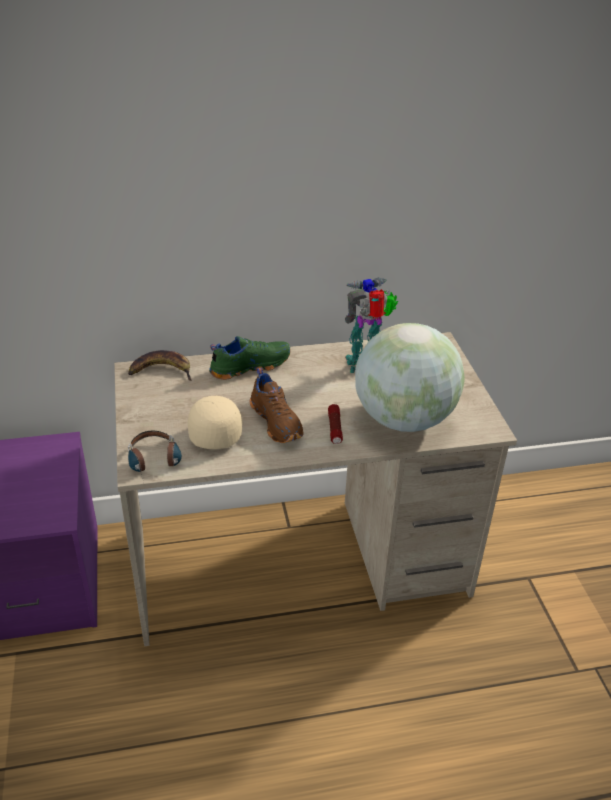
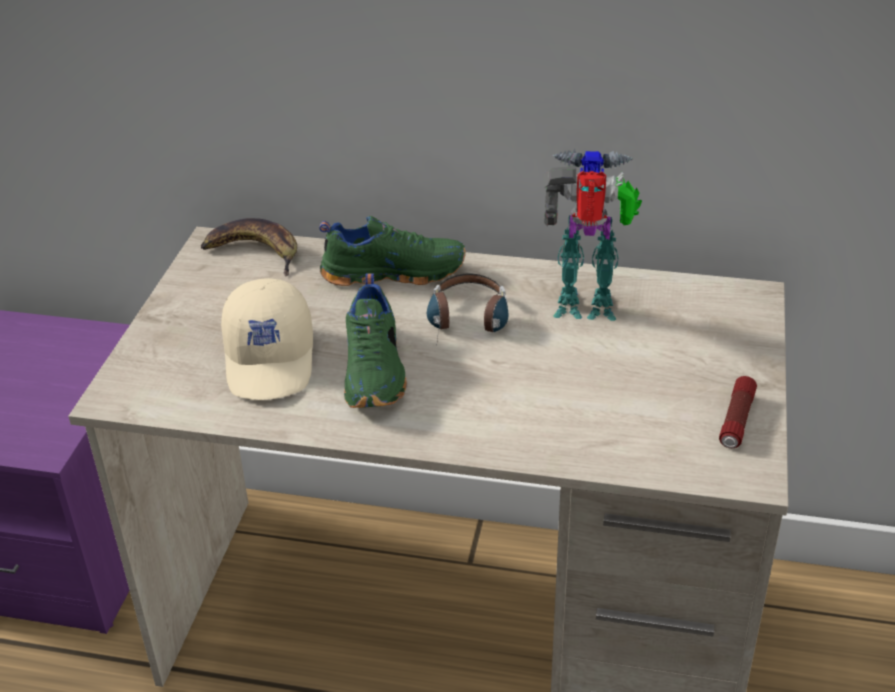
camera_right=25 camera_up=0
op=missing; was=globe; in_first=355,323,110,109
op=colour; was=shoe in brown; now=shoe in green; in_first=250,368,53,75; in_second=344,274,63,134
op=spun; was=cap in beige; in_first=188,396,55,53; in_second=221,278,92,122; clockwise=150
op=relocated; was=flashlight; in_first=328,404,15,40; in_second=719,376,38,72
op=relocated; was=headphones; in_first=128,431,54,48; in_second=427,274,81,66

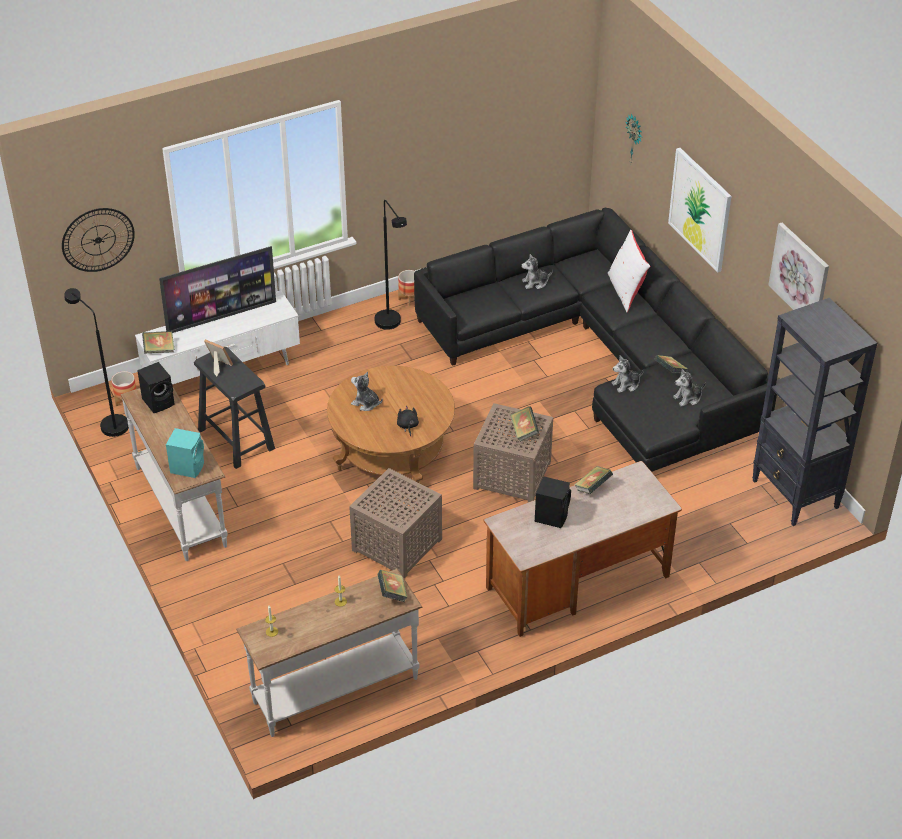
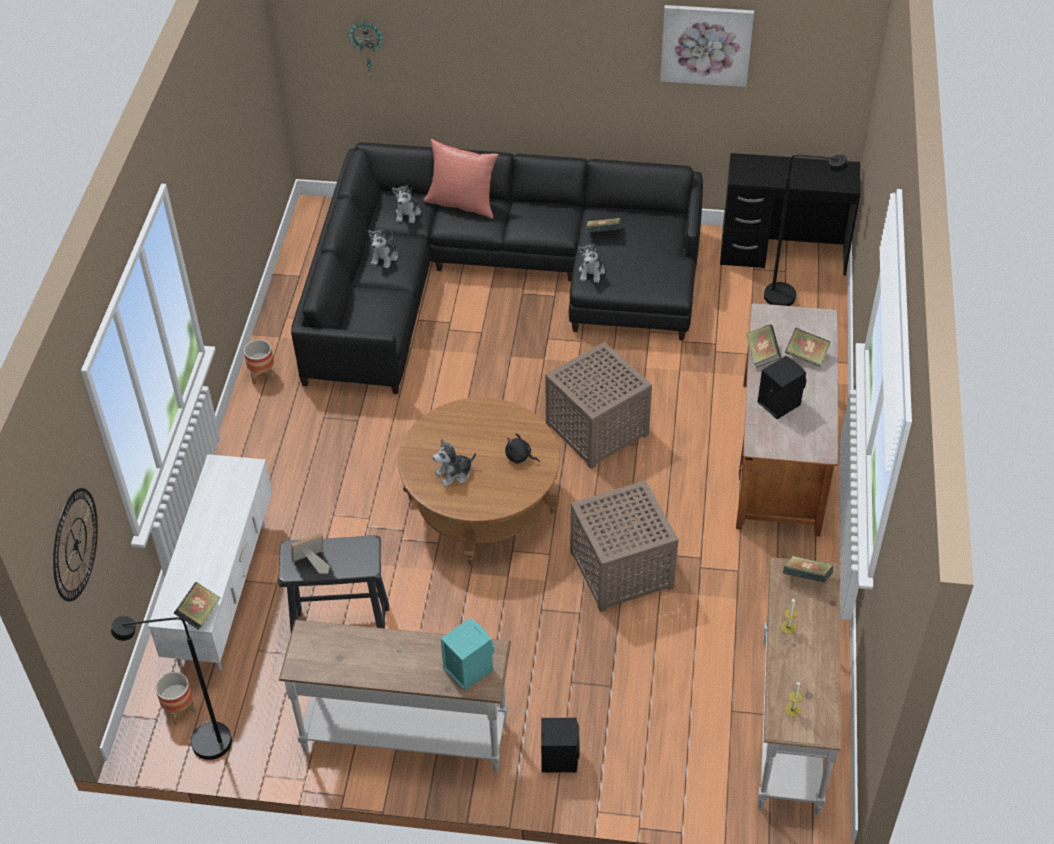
camera_right=-55 camera_up=5
op=missing; was=picture; in_first=668,148,63,125
op=relocated; was=floor lamp in black; in_first=375,200,32,130; in_second=764,155,84,151
op=colour; was=pillow in white; now=pillow in red; in_first=608,230,42,82; in_second=423,139,76,80
op=missing; was=television; in_first=159,246,117,87
op=exchanged; was=bookcase in black; now=desk in black; in_first=752,298,125,228; in_second=720,153,141,123
op=relocated; was=speaker in black; in_first=137,362,38,51; in_second=541,718,38,54
op=relocated; was=plush toy; in_first=673,369,33,38; in_second=392,185,29,38
op=relocated; was=book; in_first=511,406,28,36; in_second=785,328,46,39

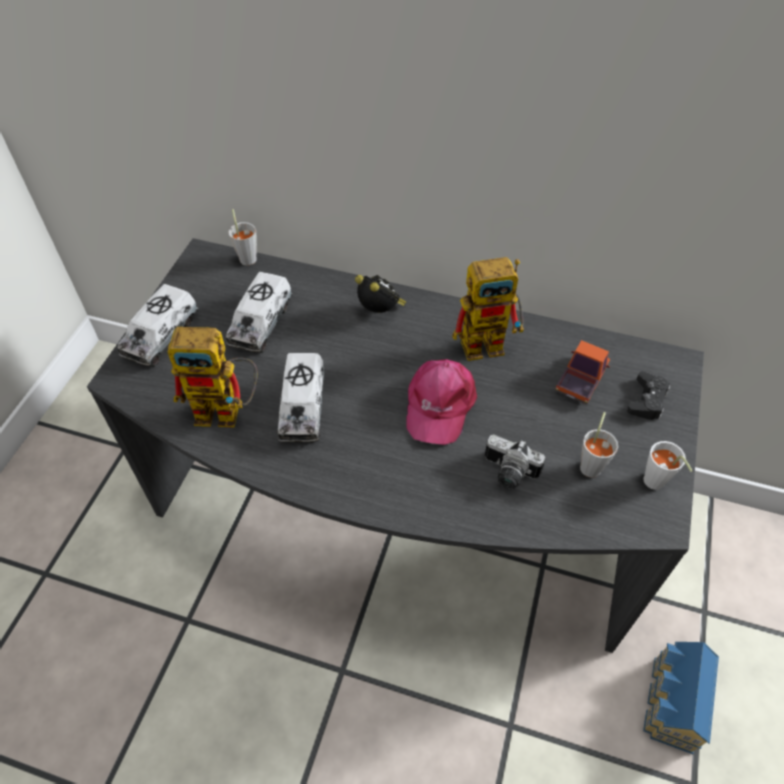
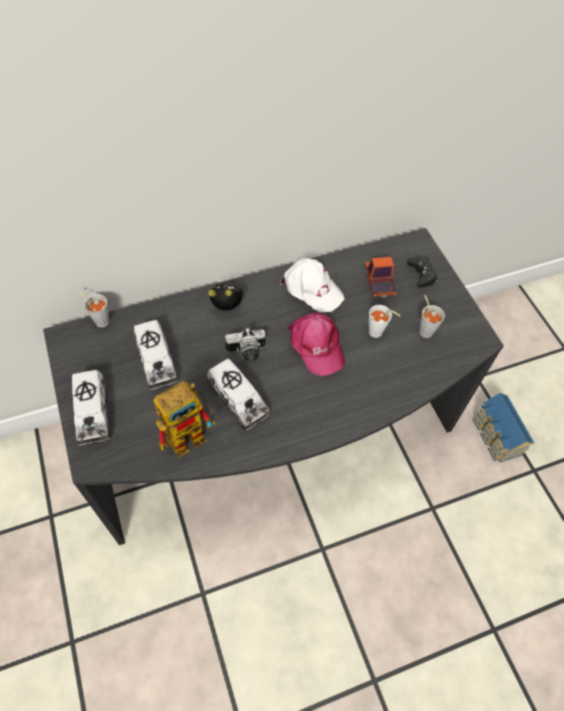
camera_right=-40 camera_up=5
op=exchanged; was=toy robot; now=cap in white; in_first=452,257,72,104; in_second=280,258,64,55
op=relocated; was=photo camera; in_first=485,434,60,56; in_second=225,328,40,34
op=relocated; was=cup in white; in_first=643,441,50,49; in_second=369,305,32,33

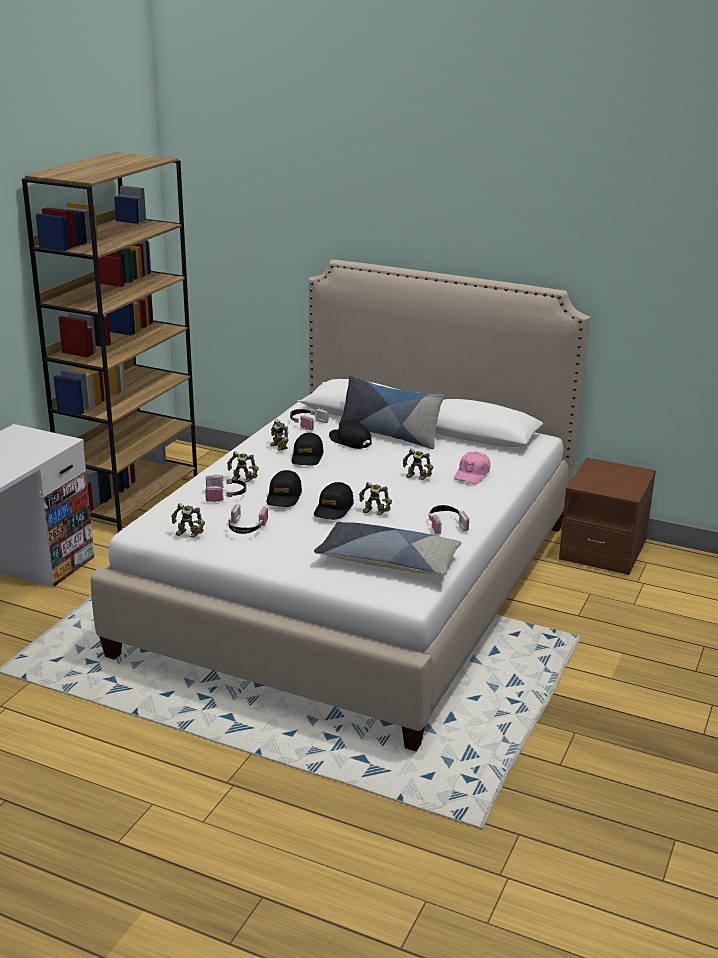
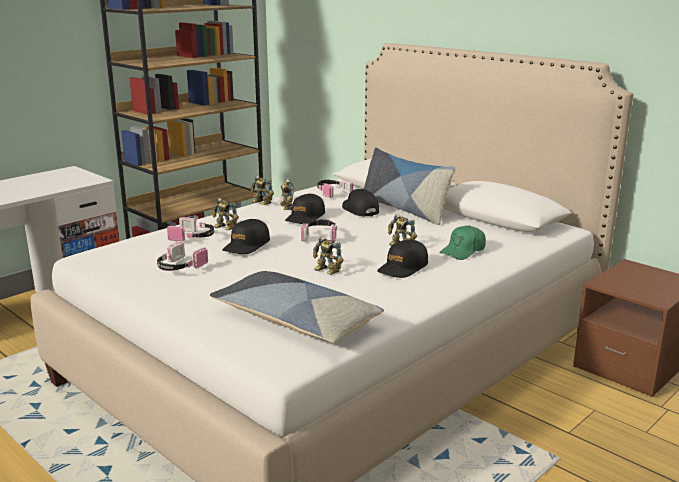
camera_right=20 camera_up=-5
op=colour; was=cap in pink; now=cap in green; in_first=454,452,36,32; in_second=439,225,47,35
op=relocated; was=cap in black; in_first=314,482,40,38; in_second=377,240,51,38
op=relocated; was=toy robot; in_first=171,503,34,35; in_second=251,176,23,29
op=relocated; was=headphones; in_first=428,505,41,30; in_second=301,219,36,23

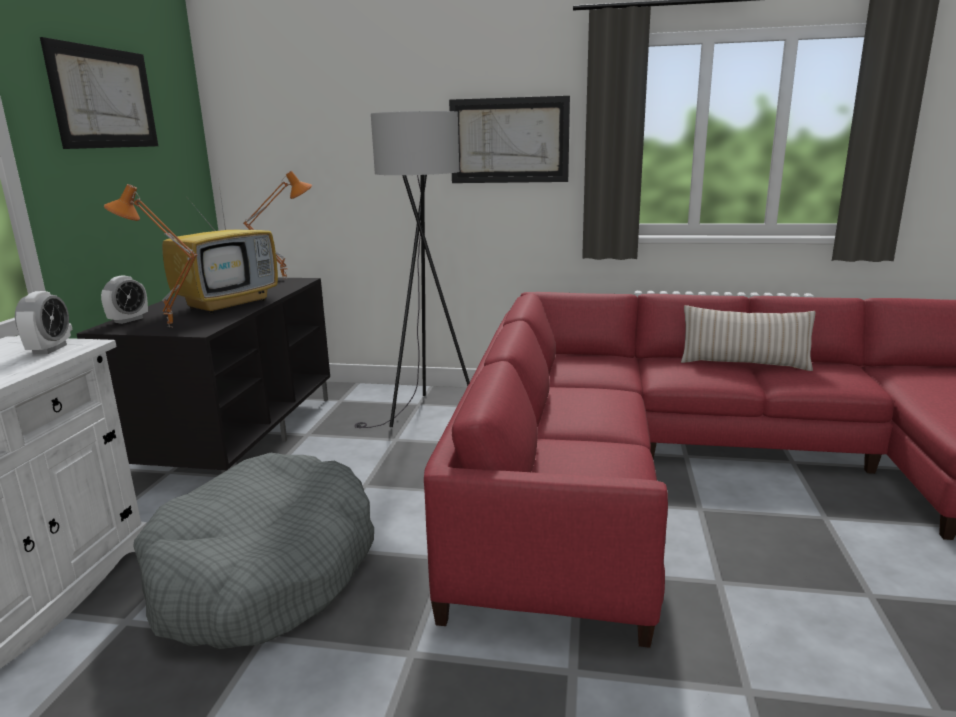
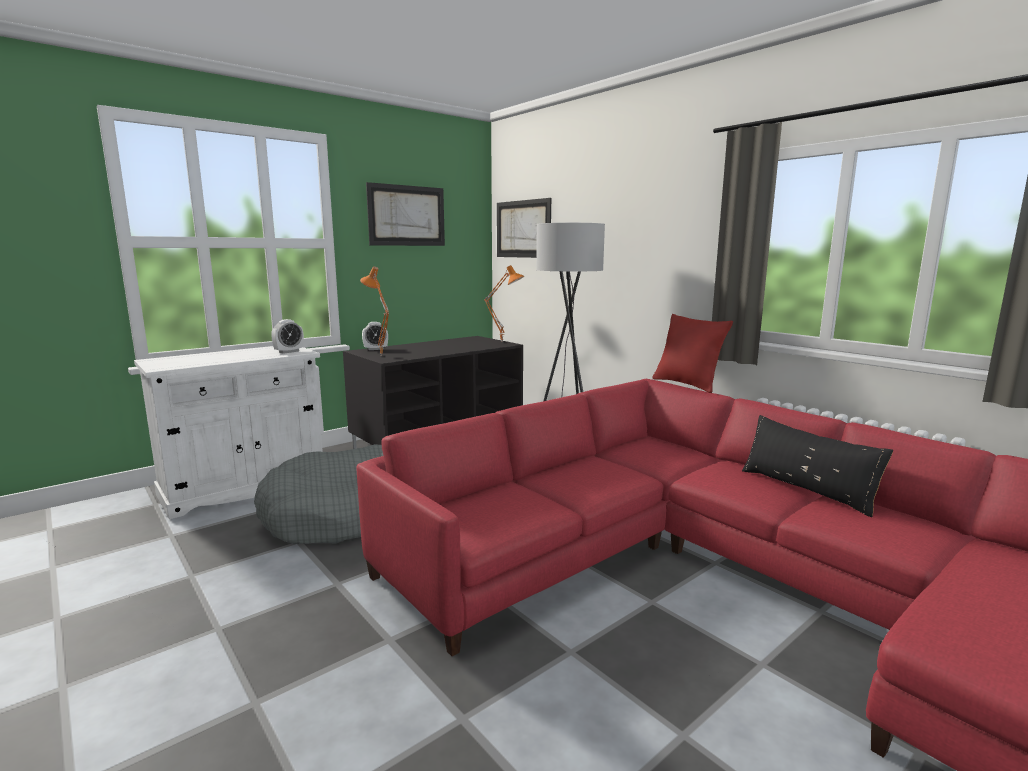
camera_right=40 camera_up=-5
op=relocated; was=picture; in_first=449,96,121,87; in_second=497,198,54,60
op=missing; was=television; in_first=162,186,116,127
op=colour; was=pillow in beige; now=pillow in black; in_first=681,305,135,66; in_second=742,415,151,102
op=appeared; now=pillow in red; in_second=652,314,81,79

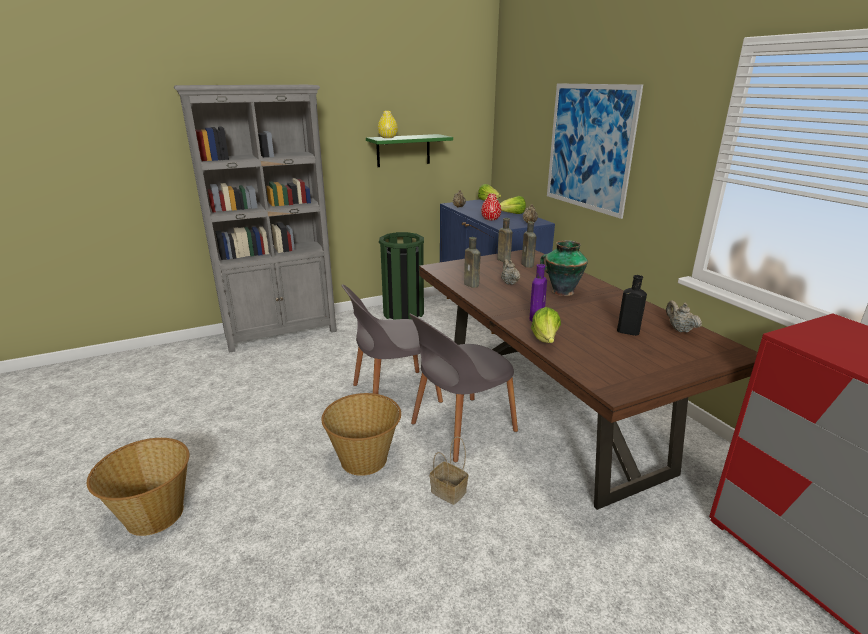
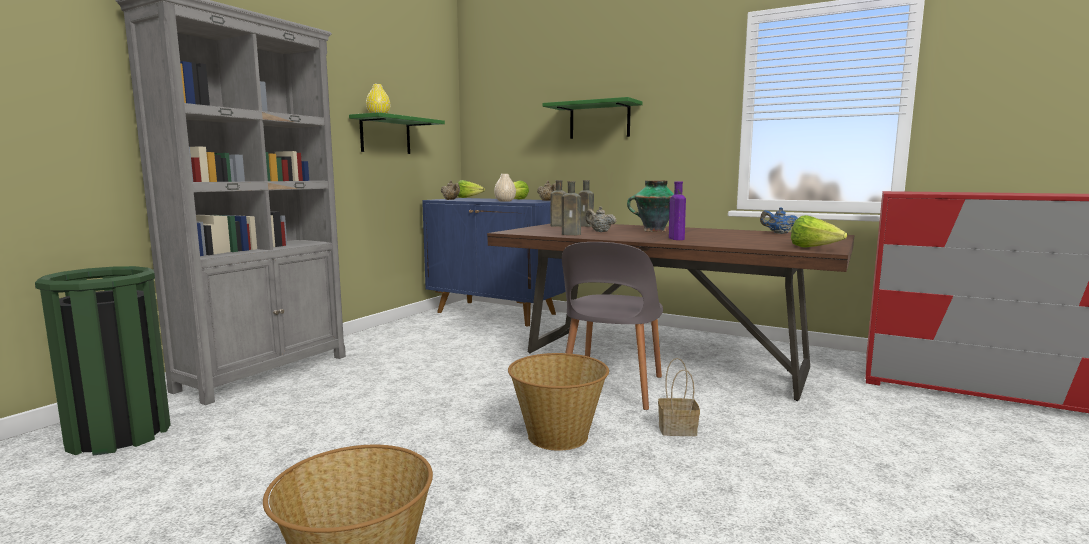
camera_right=-35 camera_up=-15
op=exchanged; was=picture; now=shelf in green; in_first=547,83,96,136; in_second=542,97,101,42
op=colour; was=vase in red; now=vase in beige; in_first=481,193,20,28; in_second=494,174,22,28
op=relocated; was=trash can in green; in_first=379,232,45,88; in_second=35,266,136,190
op=missing; was=bottle in black; in_first=617,275,30,61
op=missing; was=chair in grey; in_first=341,284,102,119
op=colour; was=teapot in beige; now=teapot in blue; in_first=666,300,36,33; in_second=760,207,38,27
op=relocated; was=lettuce; in_first=531,307,30,36; in_second=791,215,56,33

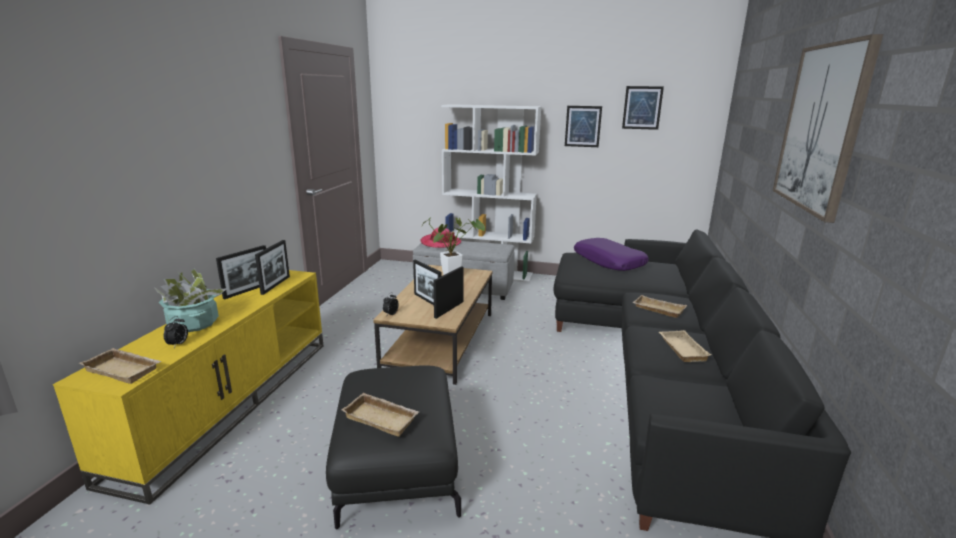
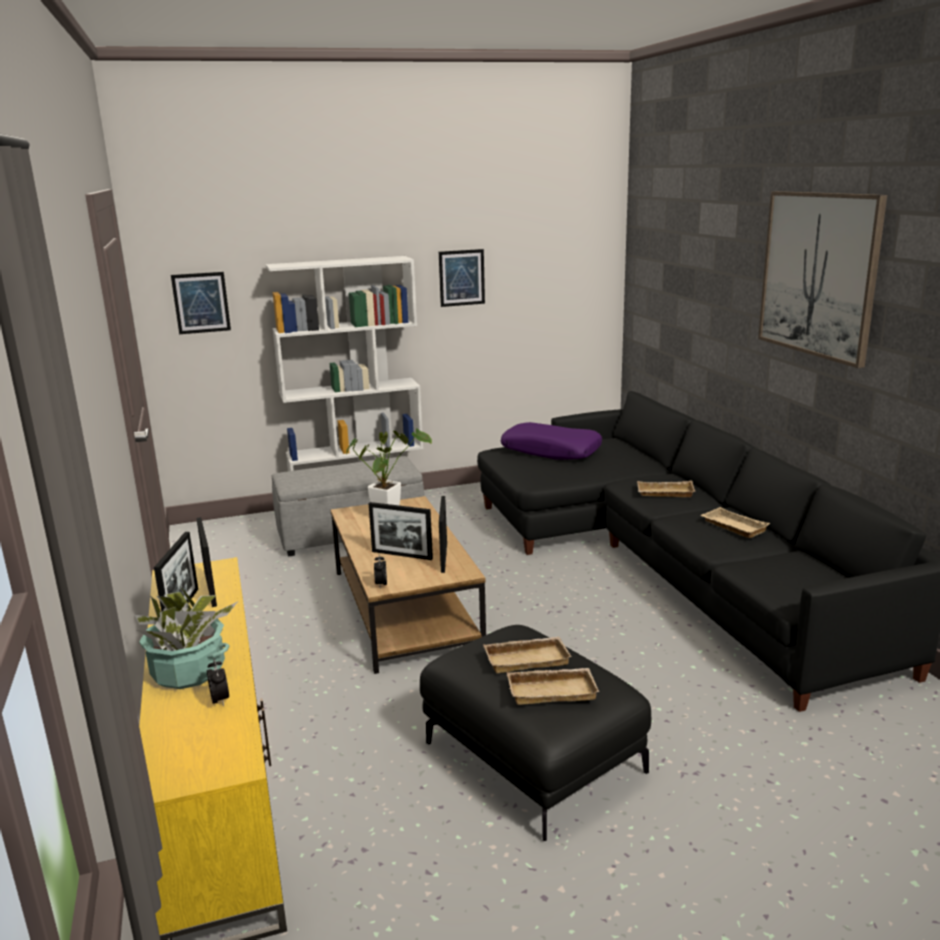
camera_right=-30 camera_up=0
op=relocated; was=picture; in_first=622,86,42,44; in_second=171,272,60,62
op=missing; was=hat; in_first=421,228,40,20
op=relocated; was=tray in beige; in_first=79,348,83,36; in_second=483,636,89,37

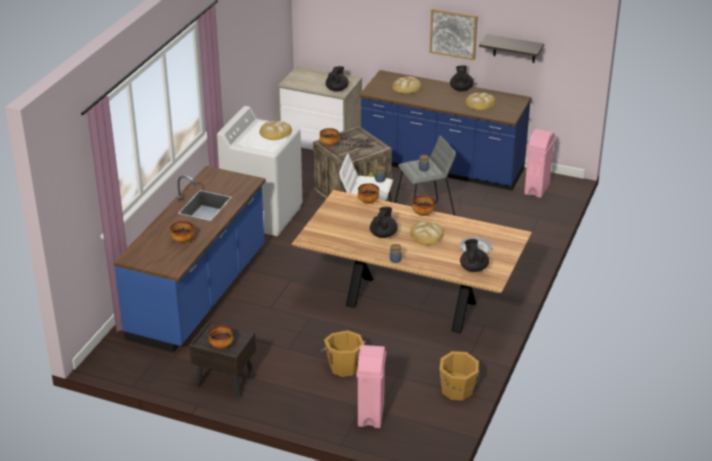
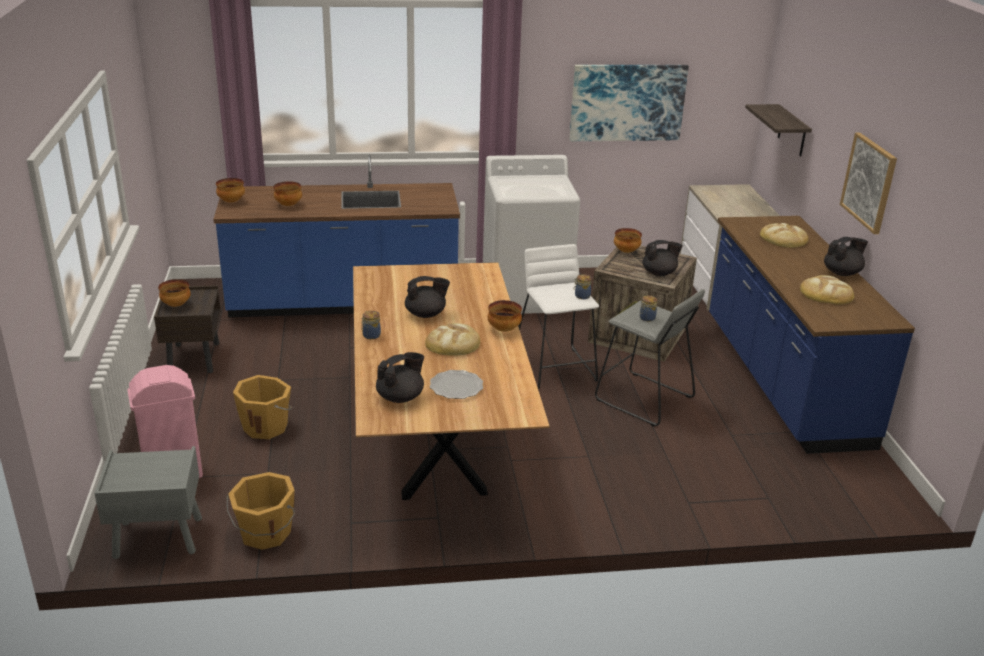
camera_right=60 camera_up=-5
op=relocated; was=shelf; in_first=479,34,65,29; in_second=745,104,67,52
op=relocated; was=teapot in black; in_first=326,66,23,26; in_second=642,240,41,36
op=missing; was=bread; in_first=259,121,33,19
op=missing; was=trash can in pink; in_first=524,129,32,69
op=relocated; was=bowl; in_first=358,183,21,21; in_second=216,178,29,24
op=appeared; now=picture; in_second=570,65,119,76
op=appeared; now=nightstand in grey; in_second=94,446,108,113

